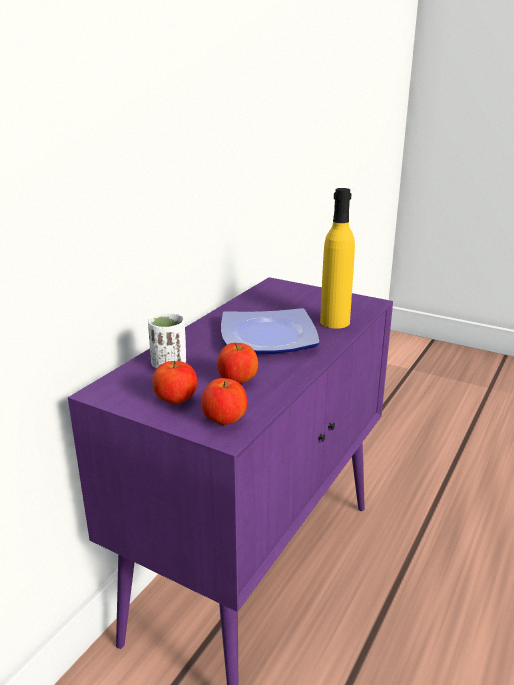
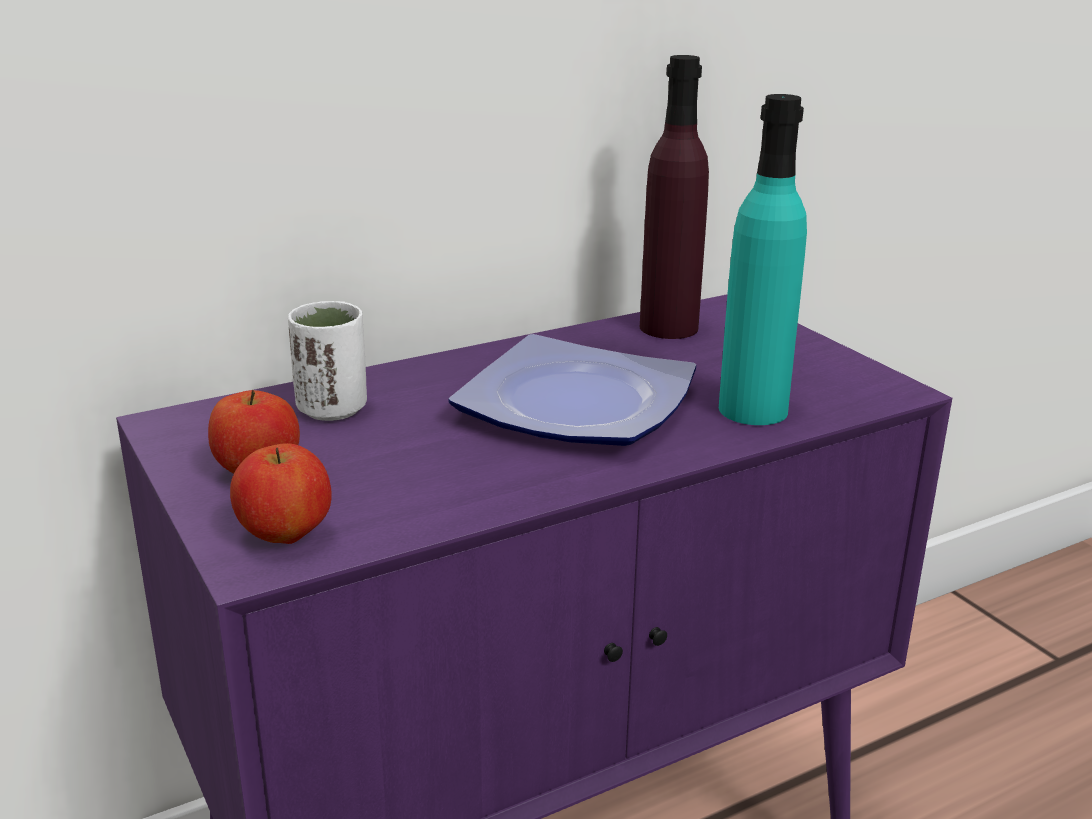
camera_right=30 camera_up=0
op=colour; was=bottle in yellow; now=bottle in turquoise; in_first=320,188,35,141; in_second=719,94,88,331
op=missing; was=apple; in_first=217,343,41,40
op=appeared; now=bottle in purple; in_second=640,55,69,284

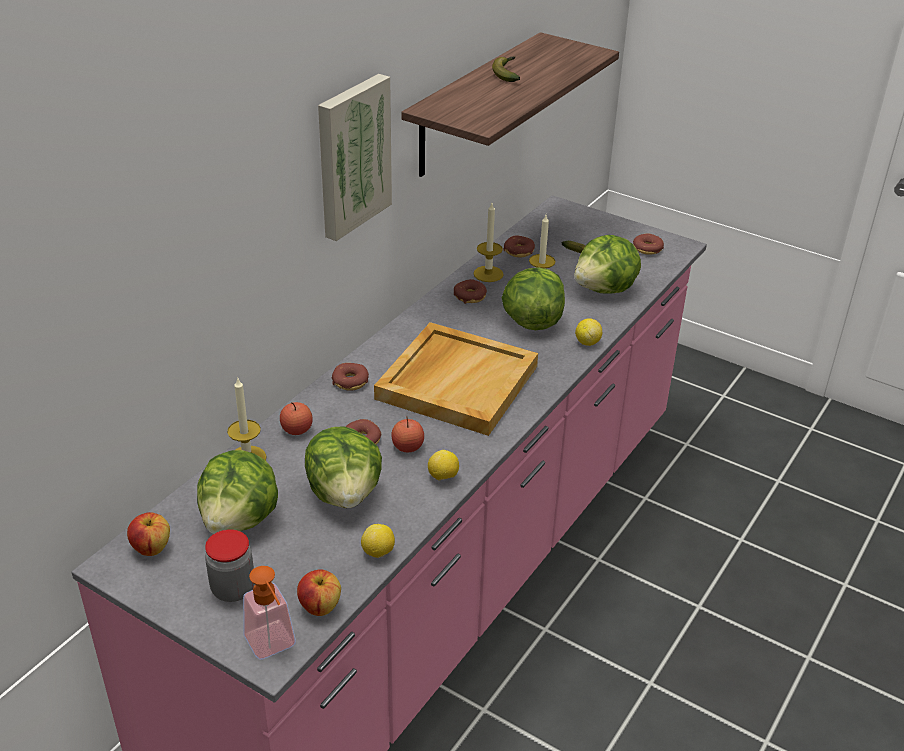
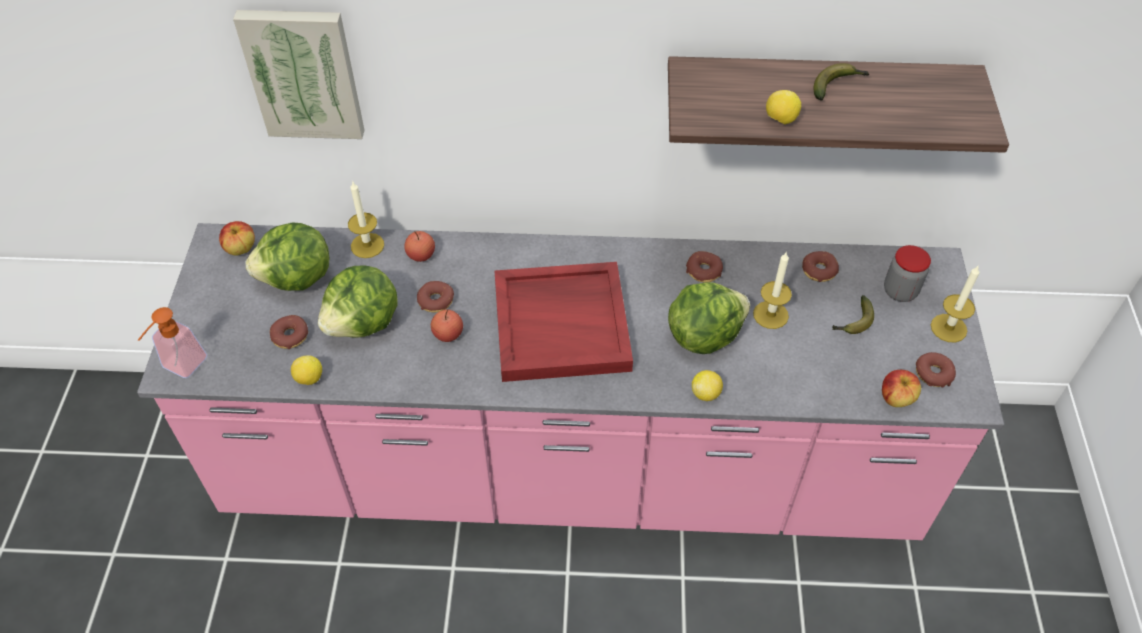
camera_right=60 camera_up=15
op=relocated; was=picture; in_first=318,74,74,167; in_second=233,10,131,129
op=relocated; was=candle; in_first=473,203,31,79; in_second=931,265,49,78
op=missing; was=lettuce; in_first=574,235,67,58
op=colour; was=tray in beige; now=tray in red; in_first=374,322,164,114; in_second=494,262,139,120
op=relocated; was=donut; in_first=332,363,37,28; in_second=270,315,38,34
op=relocated; was=lemon; in_first=428,450,31,31; in_second=766,90,35,34
op=relocated; was=jar; in_first=205,529,49,73; in_second=884,245,47,57
op=relocated; was=apple; in_first=297,569,44,47; in_second=882,370,39,37

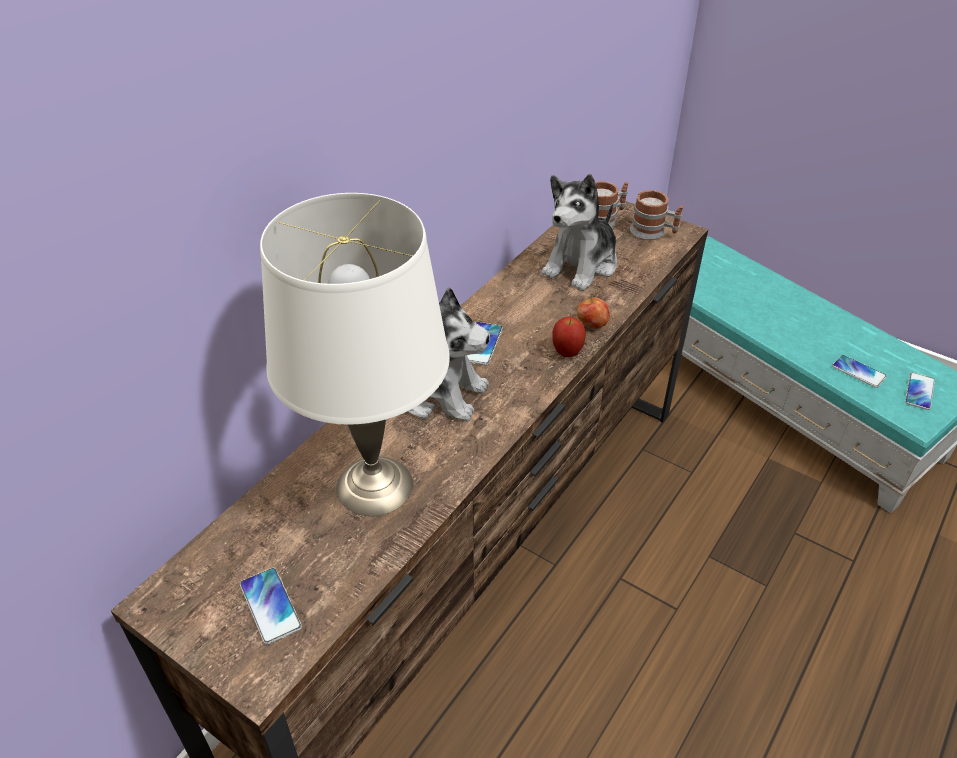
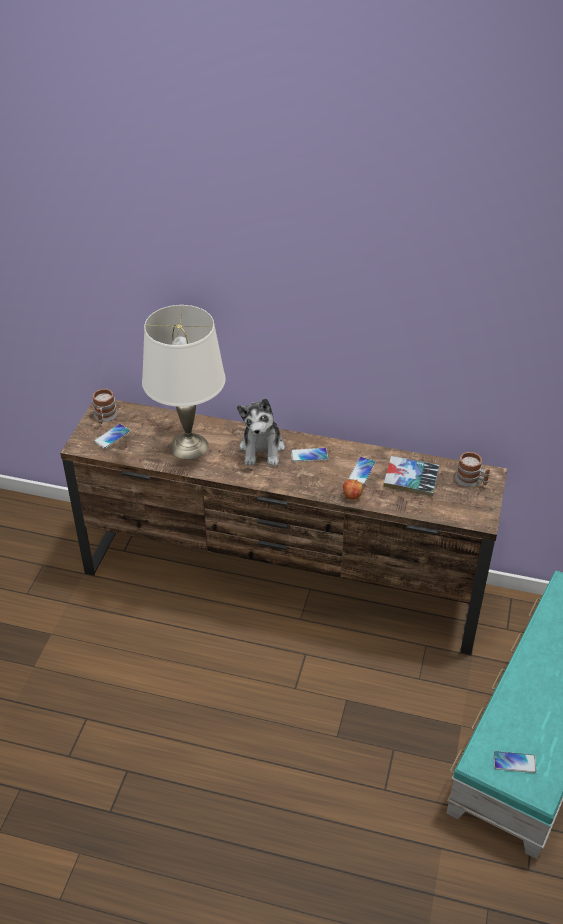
camera_right=70 camera_up=0
op=exchanged; was=plush toy; now=book; in_first=541,174,76,117; in_second=384,456,55,40
op=relocated; was=mug; in_first=630,190,53,50; in_second=93,389,25,35
op=missing; was=apple; in_first=552,317,34,40
op=relocated; was=phone; in_first=832,355,55,33; in_second=348,457,28,28

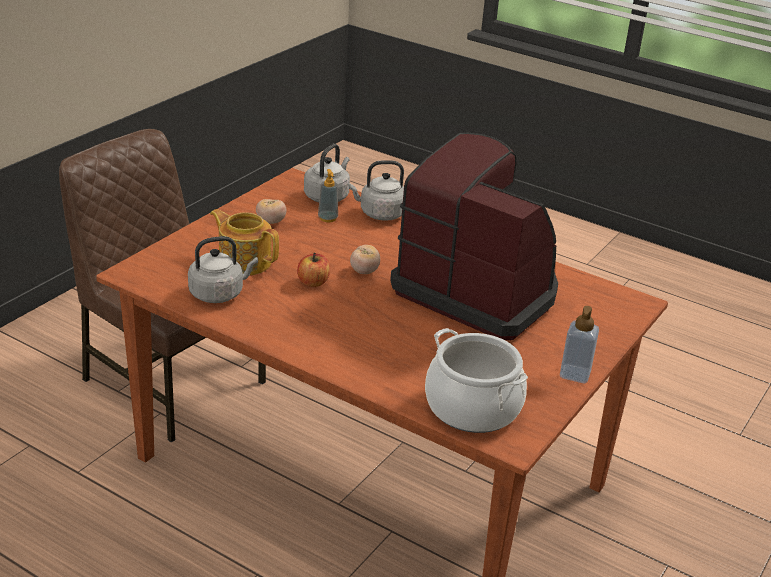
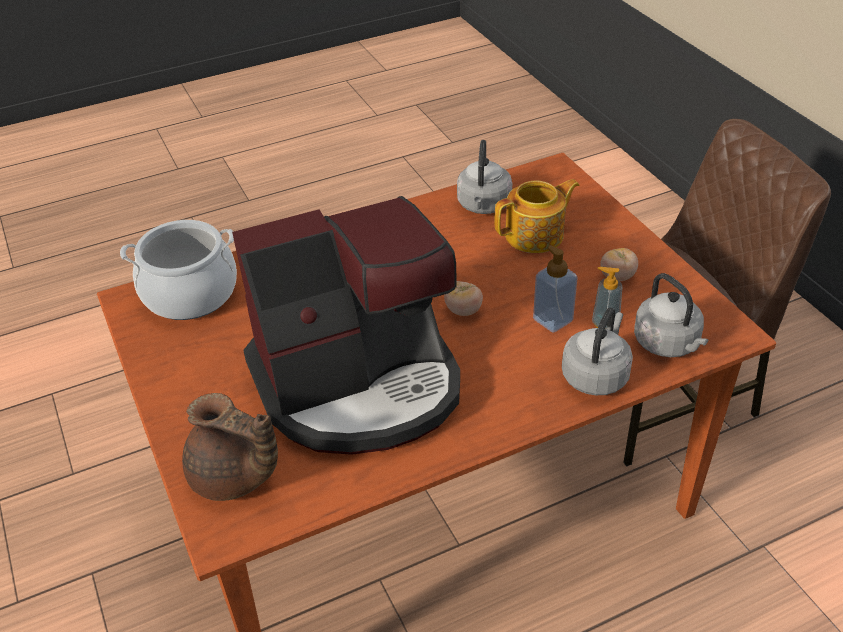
camera_right=125 camera_up=10
op=missing; was=apple; in_first=297,253,33,34
op=relocated; was=soap dispenser; in_first=560,306,39,77; in_second=533,245,45,88
op=appeared; now=teapot in brown; in_second=182,393,96,108

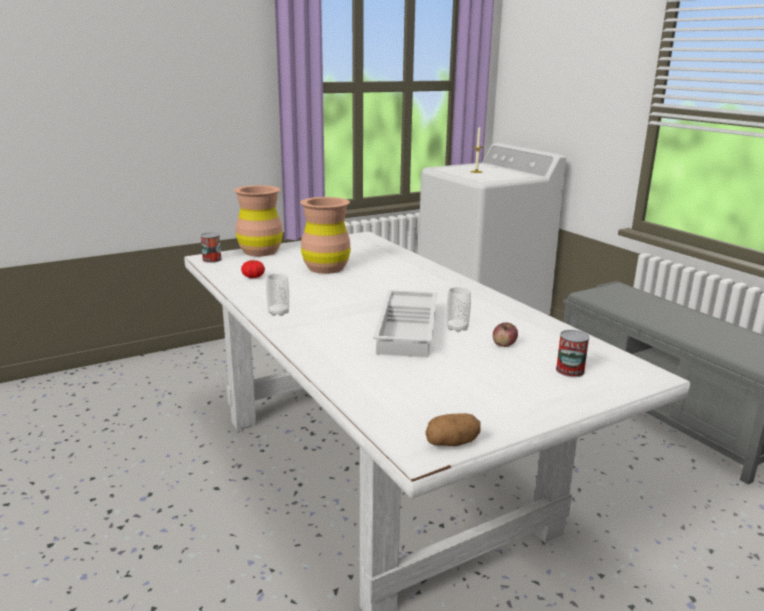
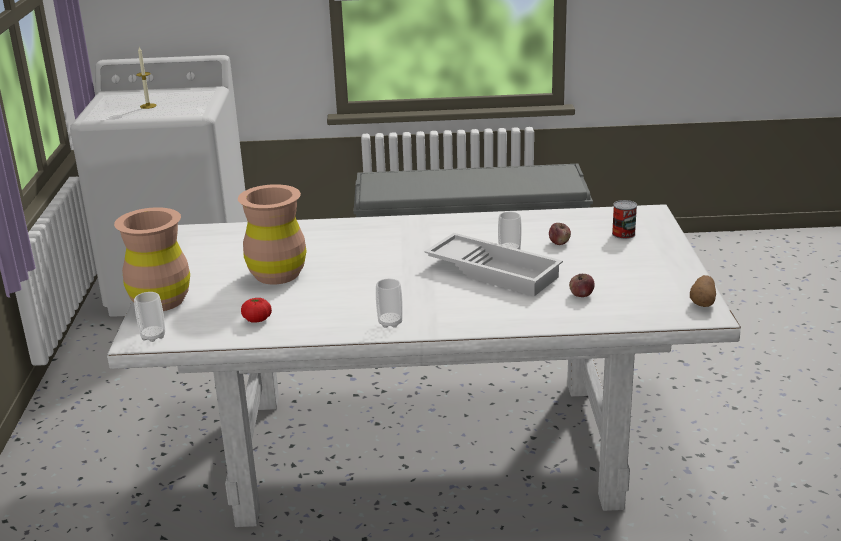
camera_right=-60 camera_up=5
op=exchanged; was=can; now=cup; in_first=200,232,22,31; in_second=134,292,31,50
op=appeared; now=apple; in_second=569,273,26,24

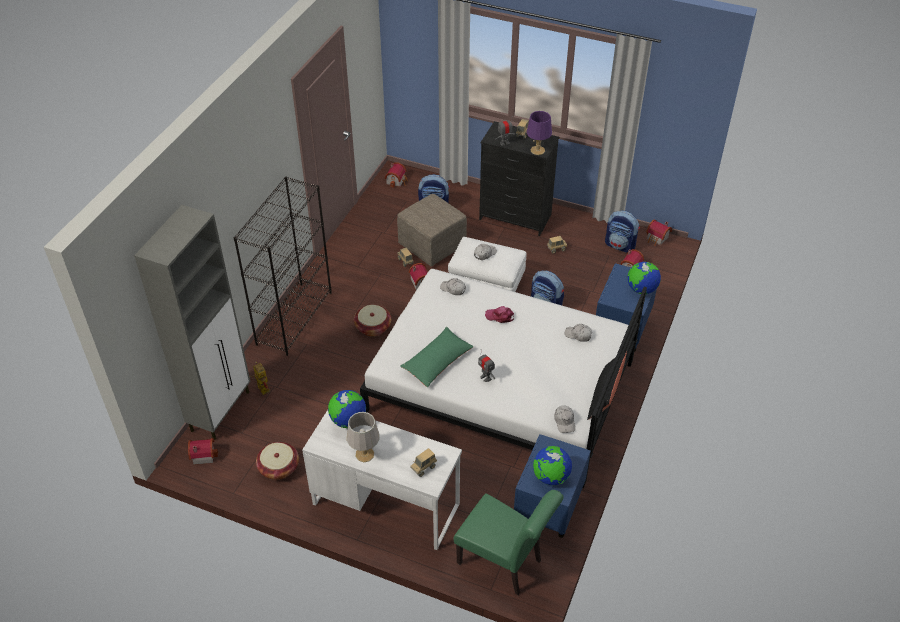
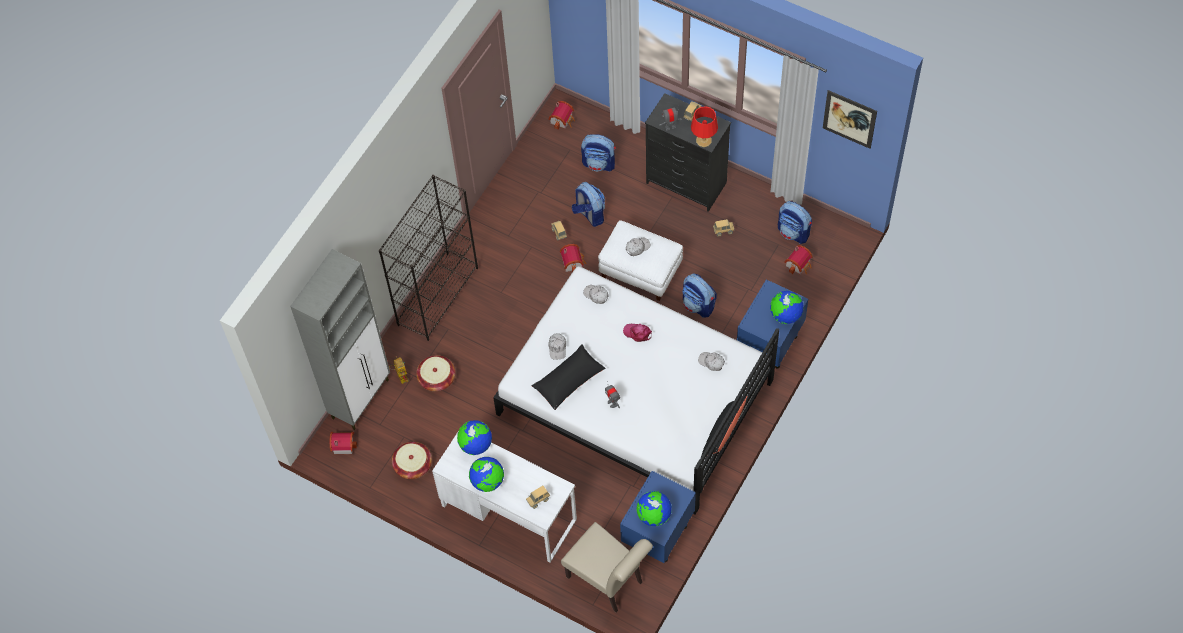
camera_right=10 camera_up=15
op=colour; was=table lamp in purple; now=table lamp in red; in_first=526,111,26,44; in_second=691,106,27,41
op=exchanged; was=ottoman in beige; now=backpack; in_first=397,194,70,72; in_second=572,182,33,45
op=missing; was=toy house; in_first=646,219,26,27
op=relocated; was=basket; in_first=354,305,37,32; in_second=416,355,39,36
op=colour; was=pillow in green; now=pillow in black; in_first=400,327,73,61; in_second=531,344,74,66
op=relocated; was=cap in white; in_first=554,406,21,27; in_second=548,333,18,27
op=exchanged; was=table lamp in grey; now=globe; in_first=347,412,33,50; in_second=469,457,35,35
op=colour; was=chair in green; now=chair in beige; in_first=454,490,110,105; in_second=561,522,92,91
op=appeared; now=picture; in_second=823,90,54,59

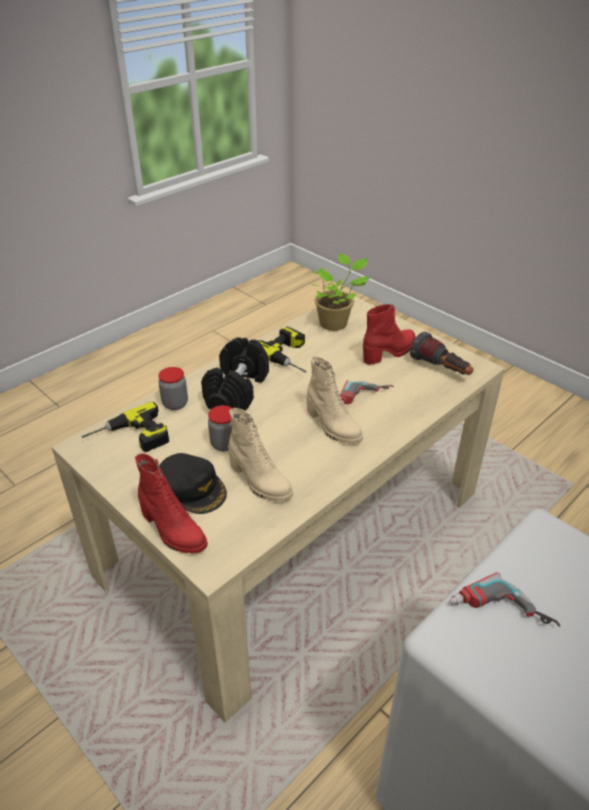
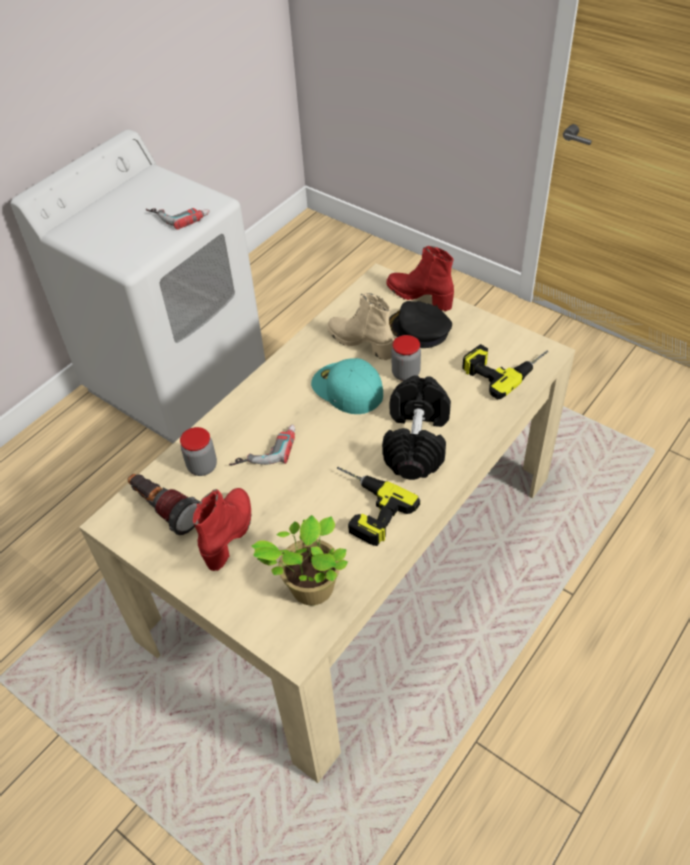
camera_right=175 camera_up=10
op=spun; was=boot in red; in_first=363,304,53,61; in_second=193,488,58,83; clockwise=150
op=missing; was=boot in beige; in_first=307,356,56,88
op=relocated; was=jar; in_first=158,367,30,43; in_second=180,427,37,49
op=appeared; now=cap in turquoise; in_second=311,358,72,56

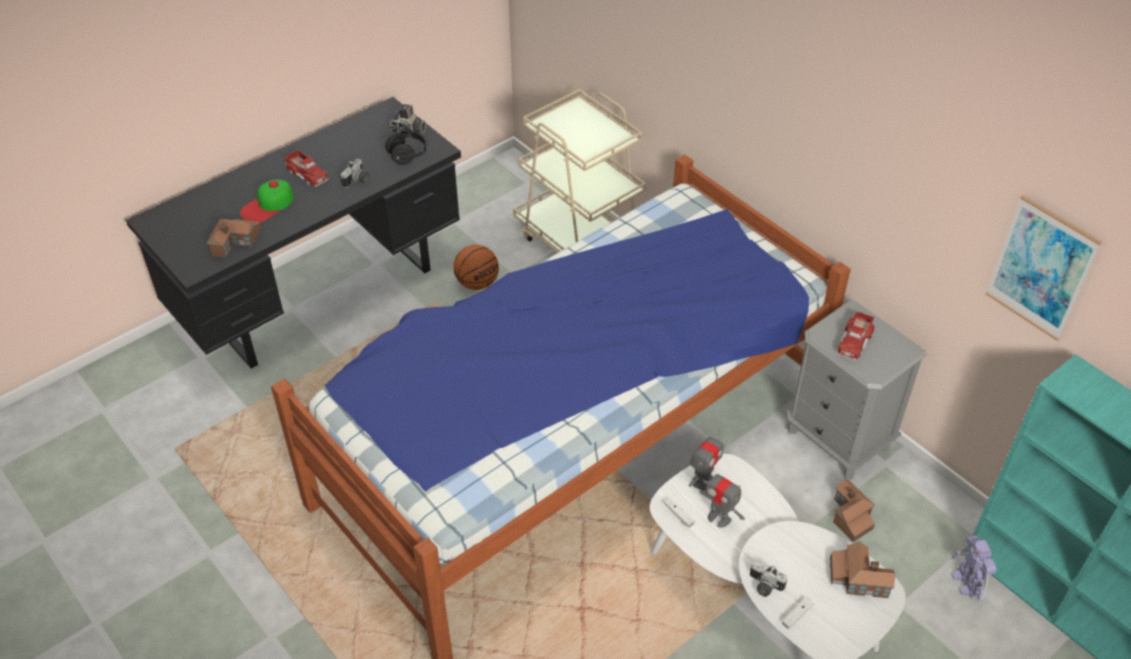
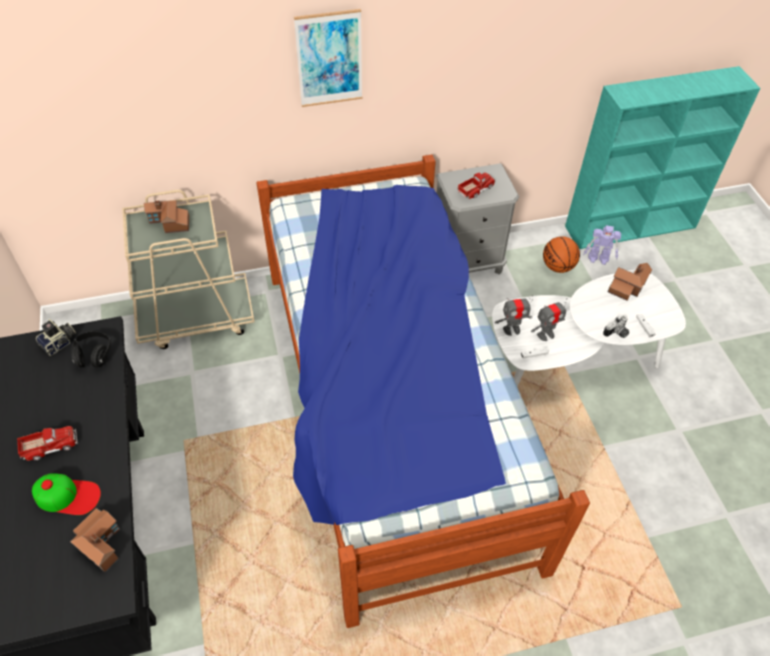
camera_right=-65 camera_up=5
op=missing; was=photo camera; in_first=341,159,28,29
op=spun; was=cap; in_first=240,179,54,43; in_second=32,473,69,42; clockwise=-60
op=relocated; was=picture; in_first=986,195,116,146; in_second=294,9,68,98
op=relocated; was=basketball; in_first=453,245,46,45; in_second=543,236,37,37
op=spun; was=toy truck; in_first=838,311,37,50; in_second=457,173,38,26; clockwise=-90
op=spun; was=toy robot; in_first=689,429,35,62; in_second=495,295,38,41; clockwise=105
op=relocated; was=toy house; in_first=833,479,42,63; in_second=144,200,45,33

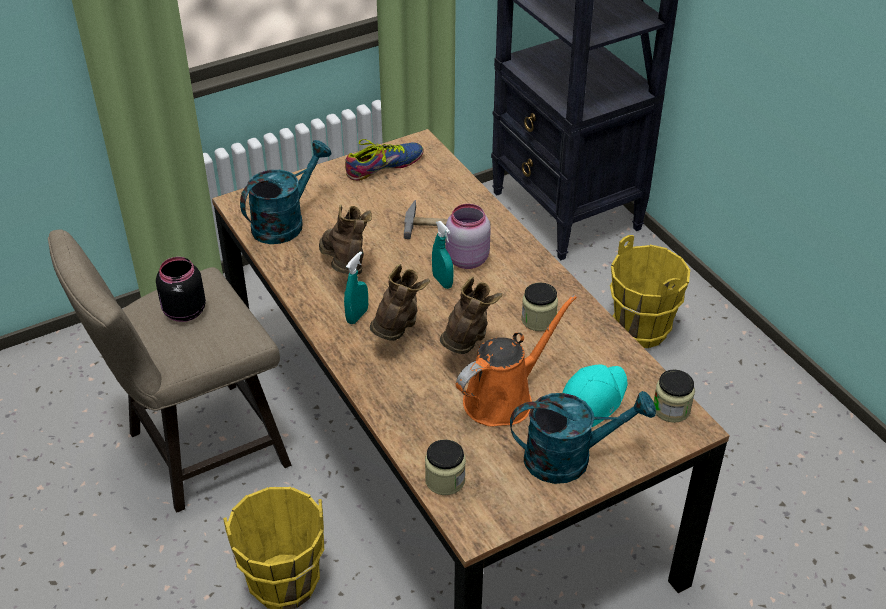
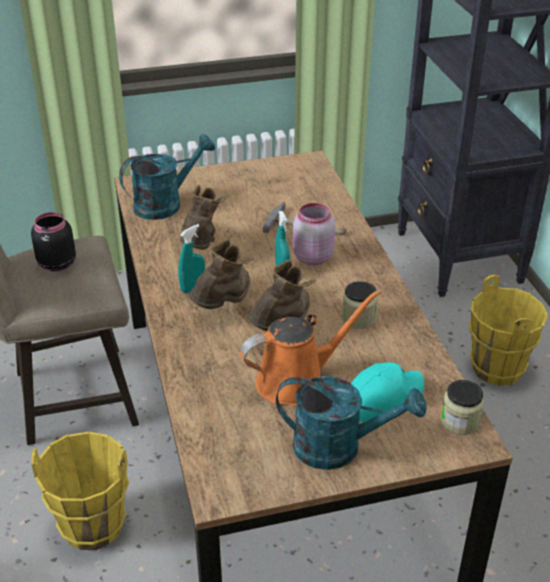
camera_right=15 camera_up=-5
op=missing; was=shoe; in_first=345,139,79,42
op=missing; was=jar; in_first=425,439,41,56

